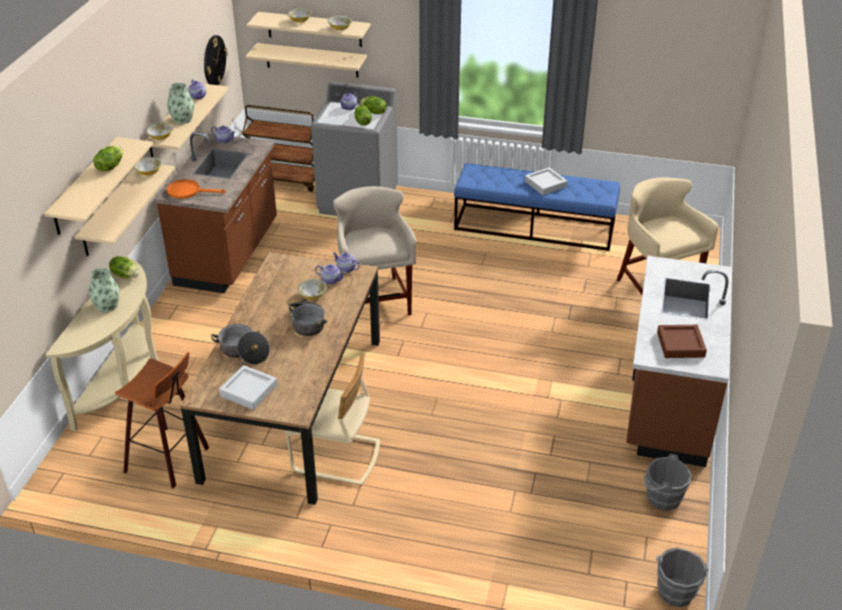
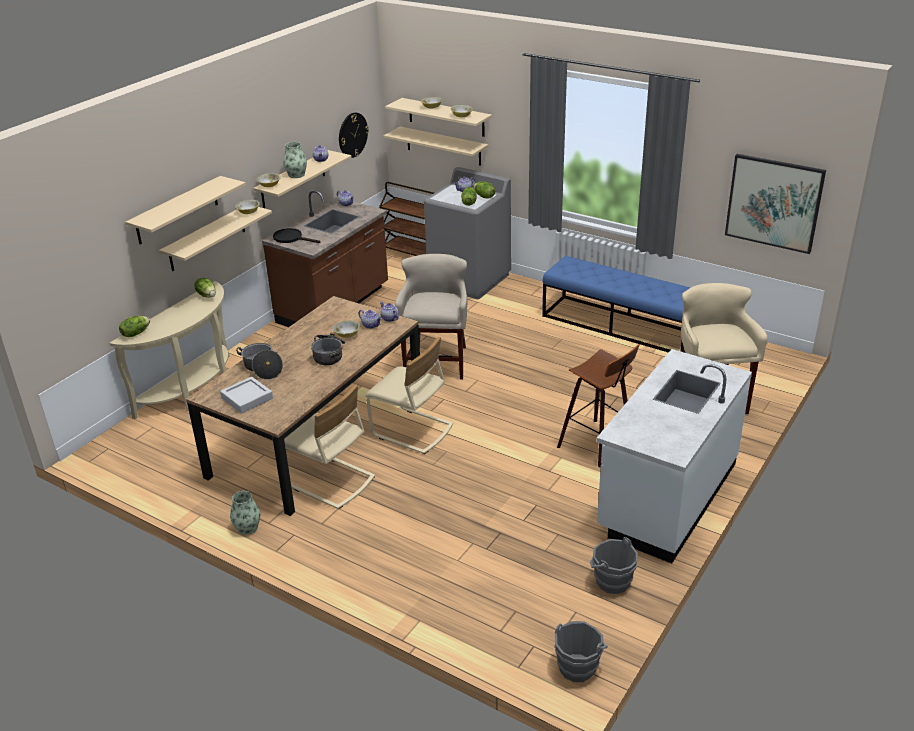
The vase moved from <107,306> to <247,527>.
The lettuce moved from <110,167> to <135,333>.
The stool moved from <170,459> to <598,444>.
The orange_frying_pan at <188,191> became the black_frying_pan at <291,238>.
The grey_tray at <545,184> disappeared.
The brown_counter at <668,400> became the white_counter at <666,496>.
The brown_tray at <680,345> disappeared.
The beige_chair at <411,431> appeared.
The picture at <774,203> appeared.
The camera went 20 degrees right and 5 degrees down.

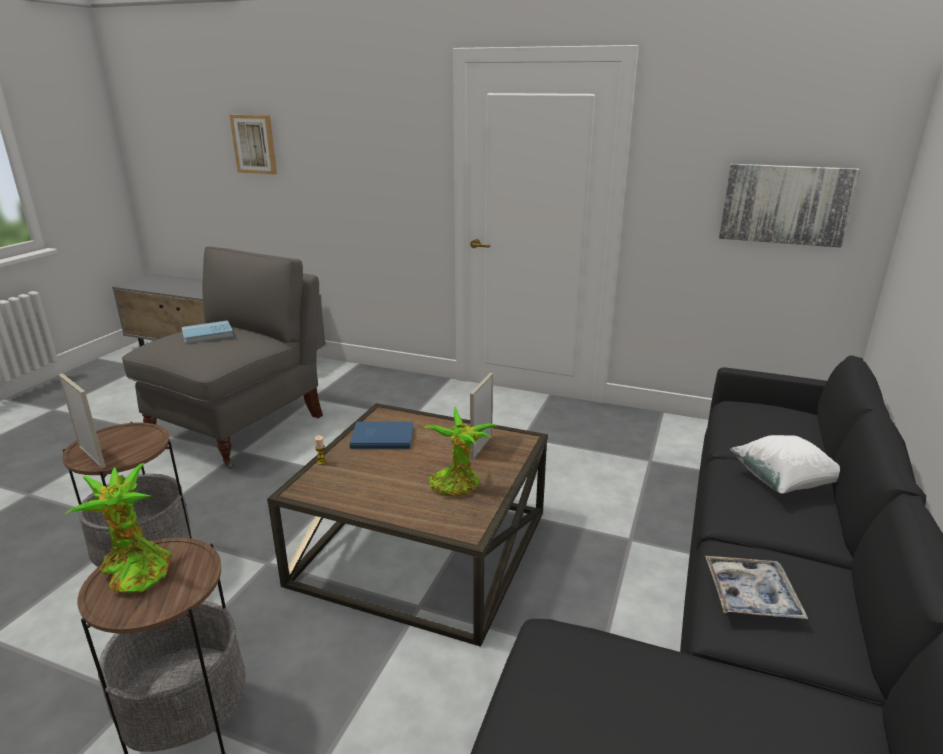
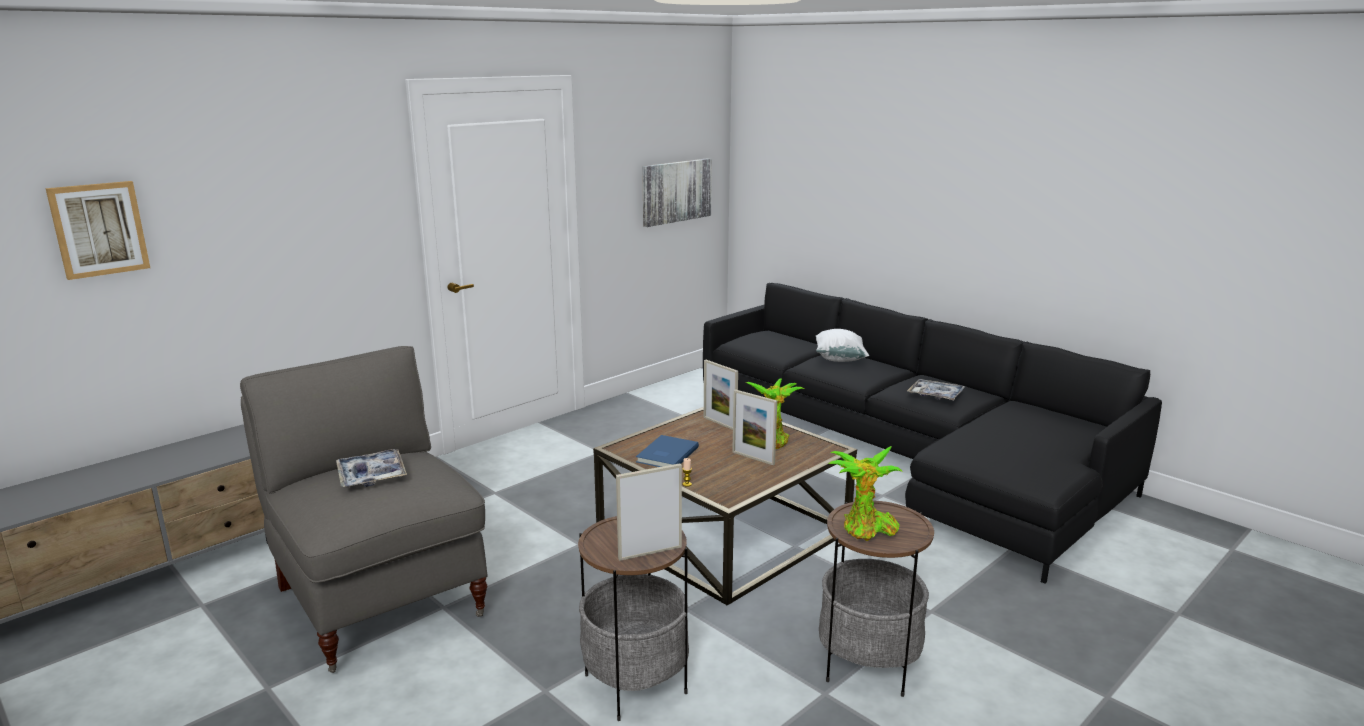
The blue_book at <207,334> was replaced by the tray at <372,475>.
The picture_frame at <753,458> appeared.
The camera went 65 degrees left and 5 degrees down.

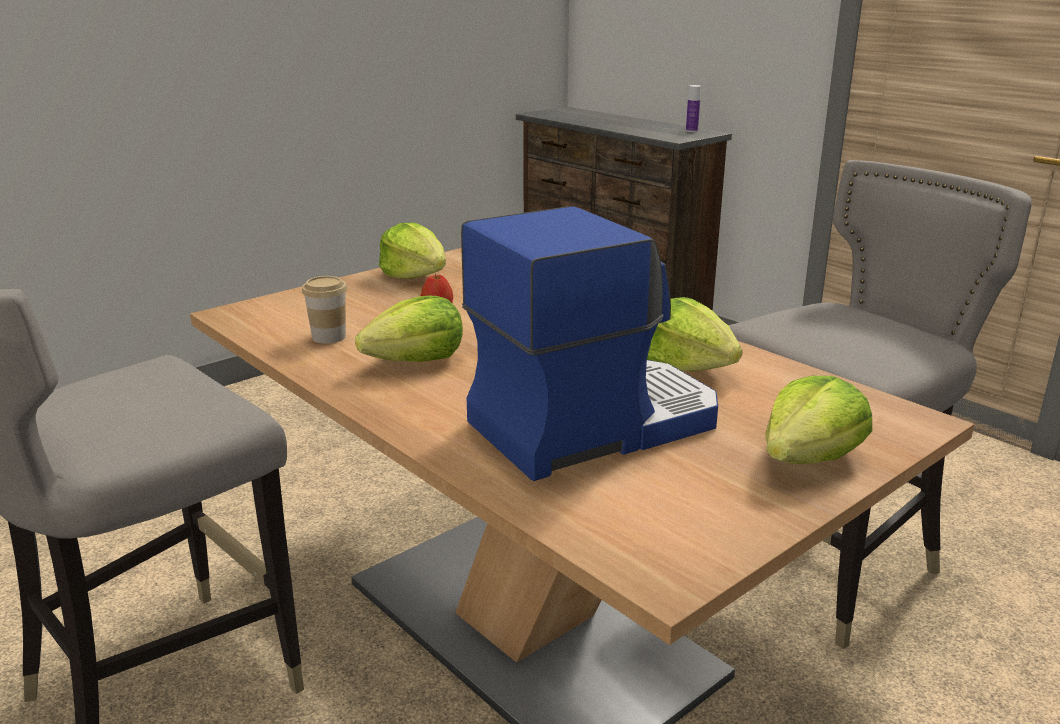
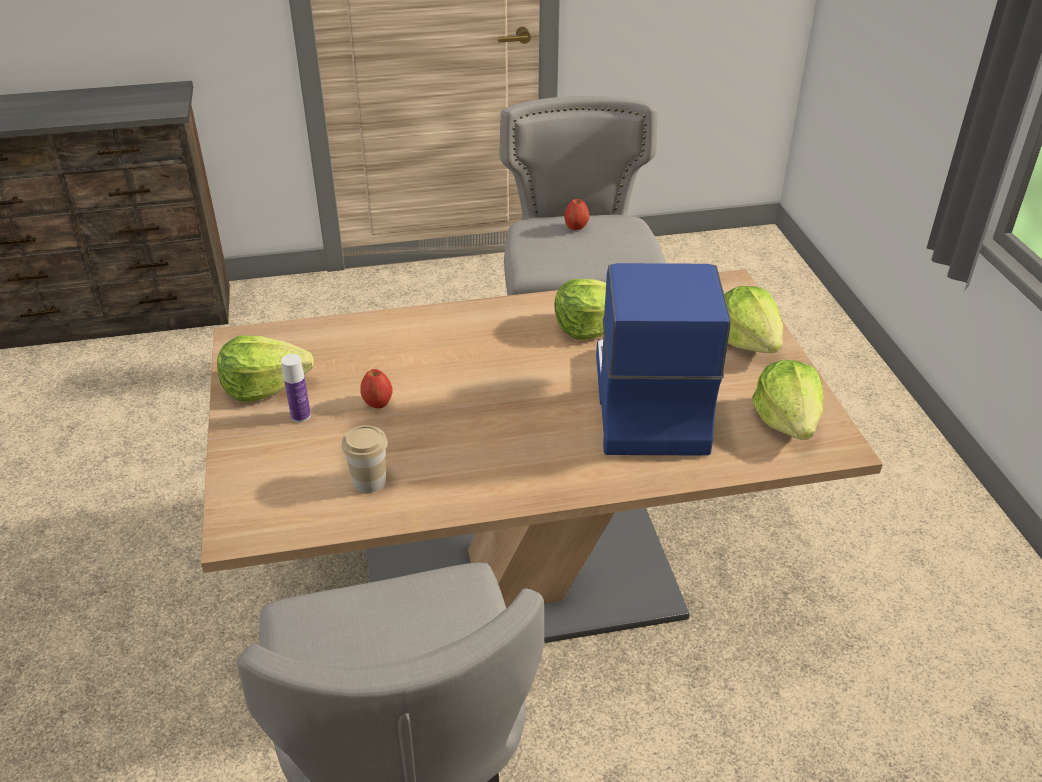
The lettuce moved from <416,361> to <787,420>.
The bottle moved from <691,131> to <300,416>.
The apple at <576,228> appeared.
The camera went 60 degrees left and 15 degrees up.

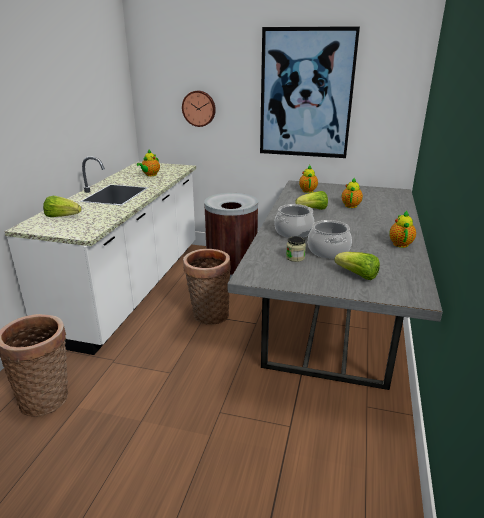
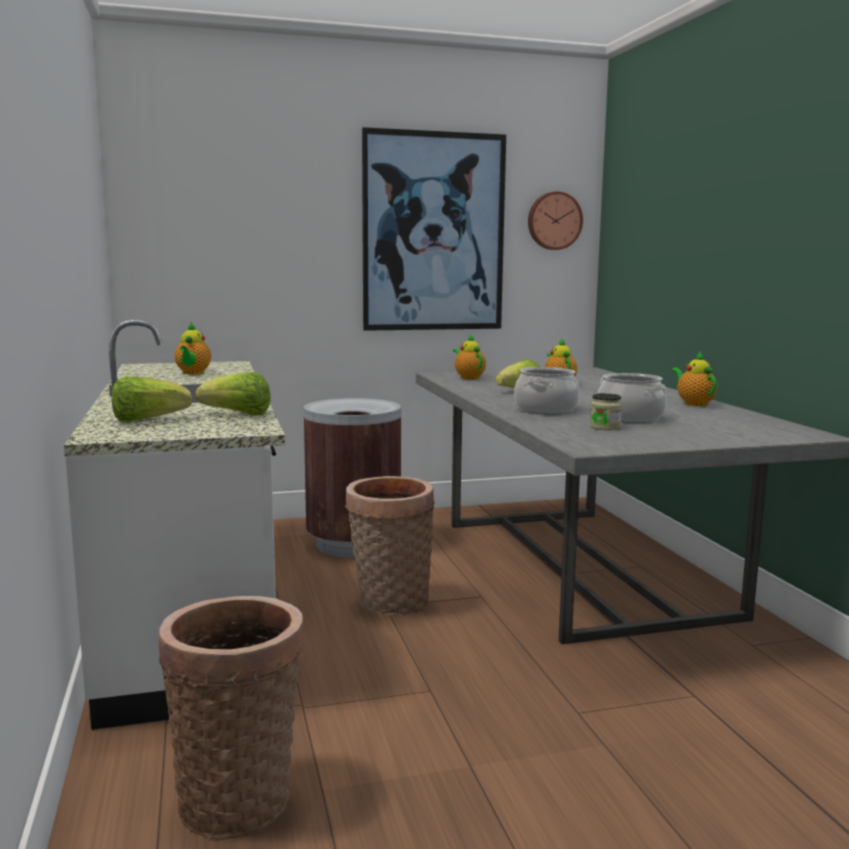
The wall_clock moved from <199,108> to <554,221>.
The lettuce moved from <357,275> to <237,415>.
The camera went 30 degrees left and 15 degrees down.

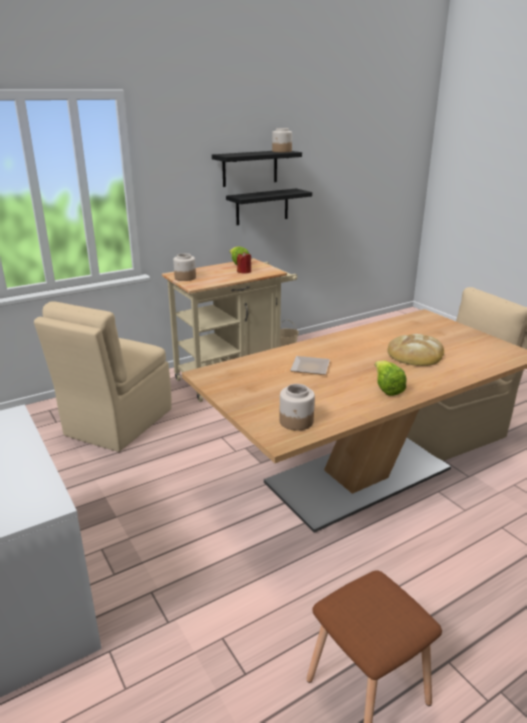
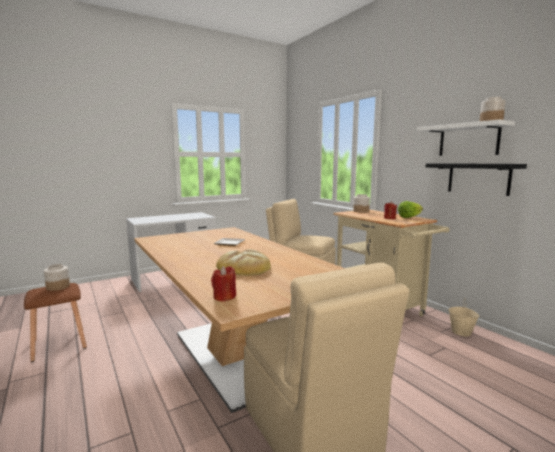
The black_shelf at <250,168> became the white_shelf at <468,140>.
The jar moved from <296,421> to <57,287>.
The lettuce at <386,388> disappeared.
The red_candle at <224,297> appeared.
The camera went 90 degrees right and 15 degrees down.

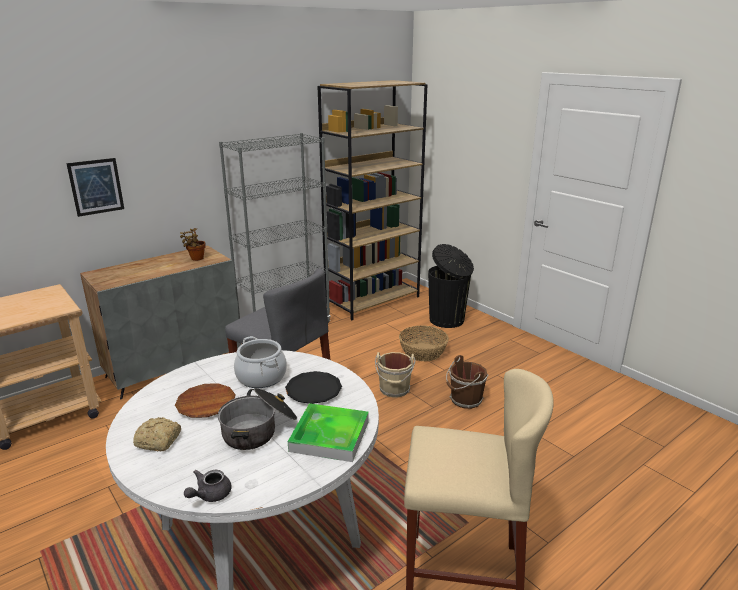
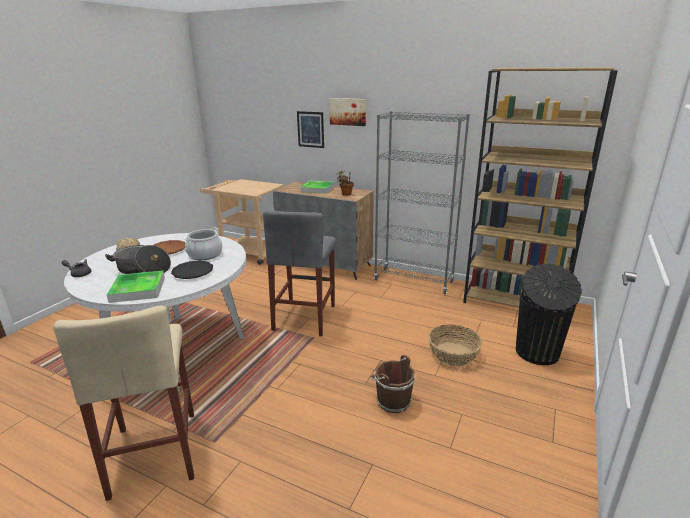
The beige_bucket at <394,390> disappeared.
The tray at <317,189> appeared.
The picture at <348,111> appeared.
The camera went 65 degrees right and 0 degrees up.

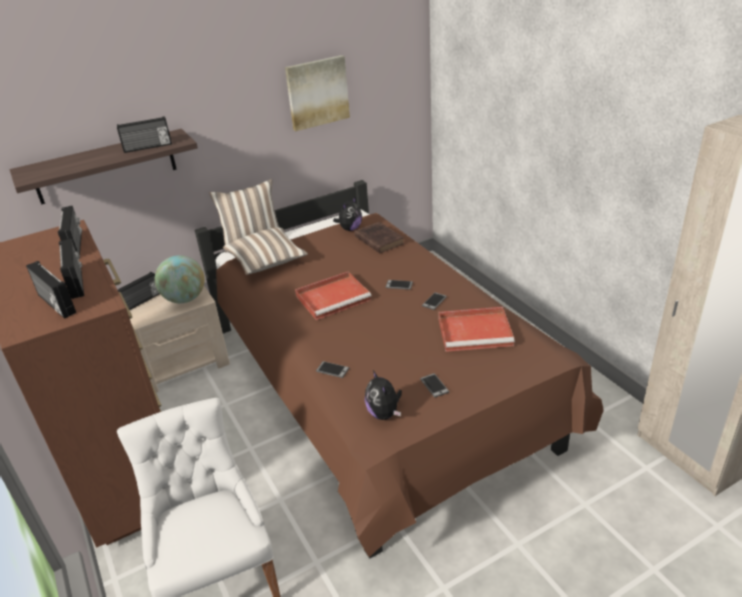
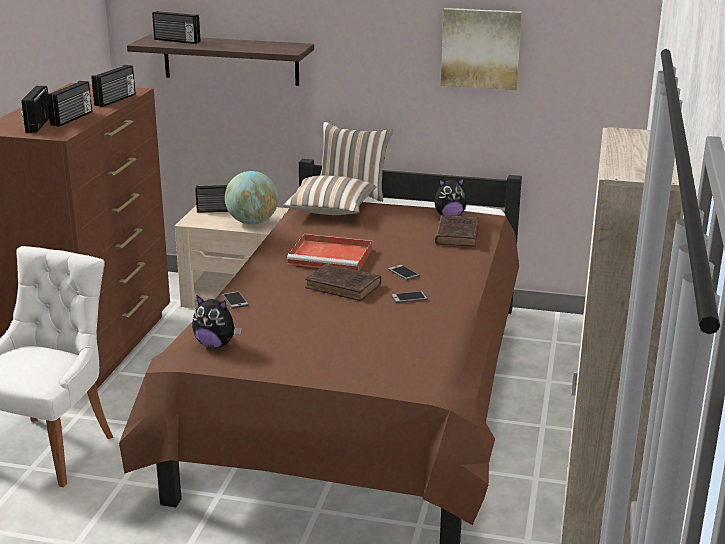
The radio moved from <148,147> to <176,41>.
The plush_toy at <384,413> turned 90 degrees counterclockwise.
The phone at <434,385> disappeared.
The red_tray at <476,331> disappeared.
The brown_book at <345,287> appeared.
The camera went 40 degrees right and 10 degrees down.

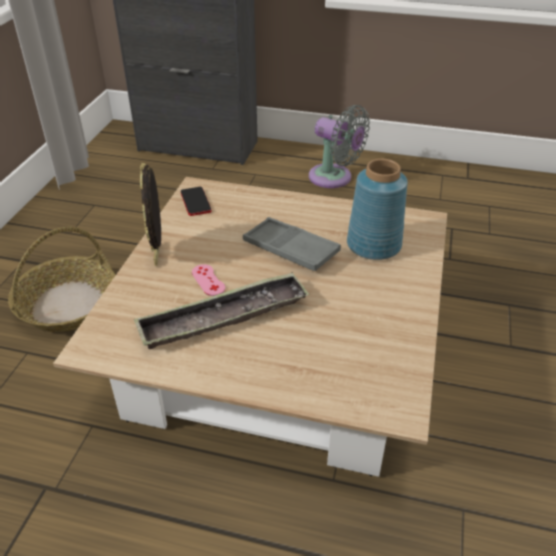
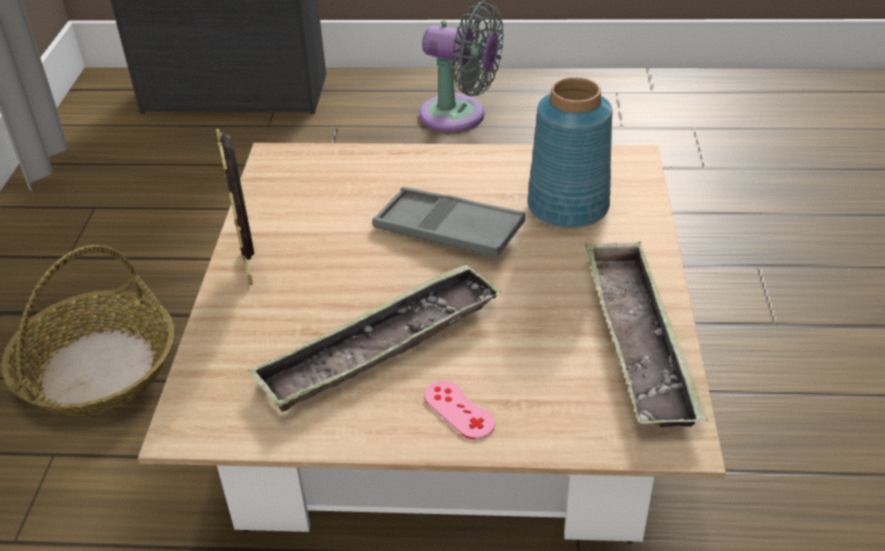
The phone at <195,202> disappeared.
The pink_game_controller moved from <208,280> to <459,410>.
The tray at <637,339> appeared.
The camera went 10 degrees left and 0 degrees up.

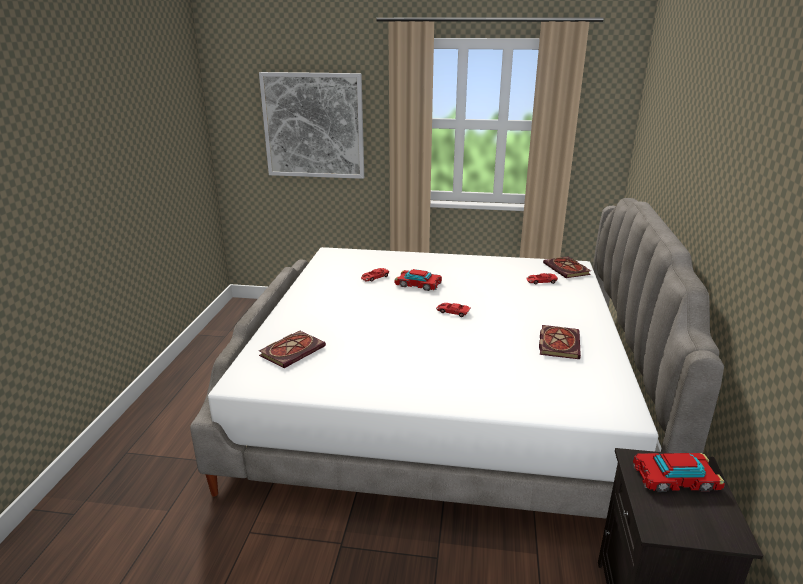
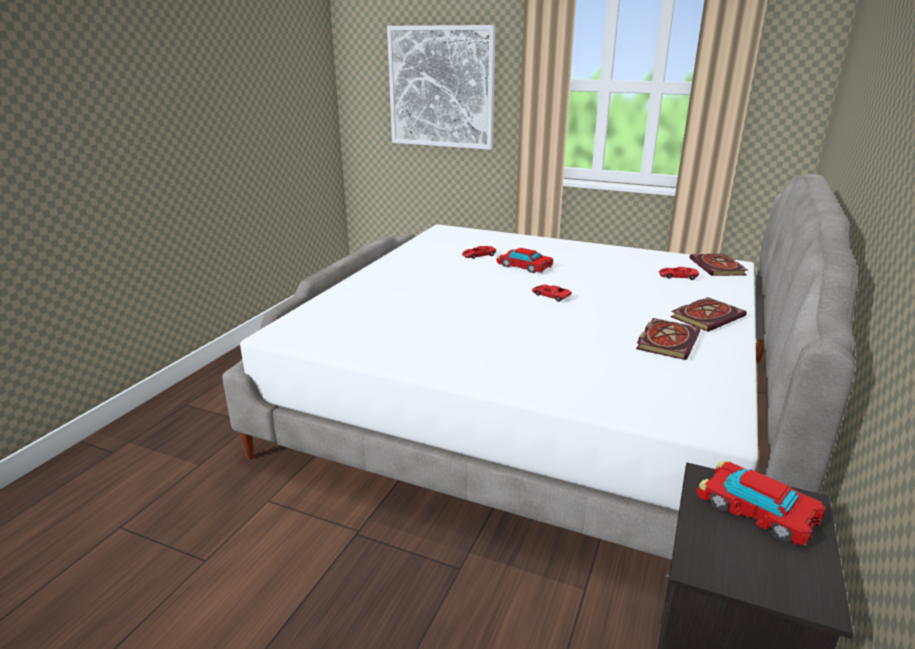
The book moved from <293,350> to <707,316>.
The toy_car at <675,477> turned 150 degrees counterclockwise.
The camera went 15 degrees right and 0 degrees up.

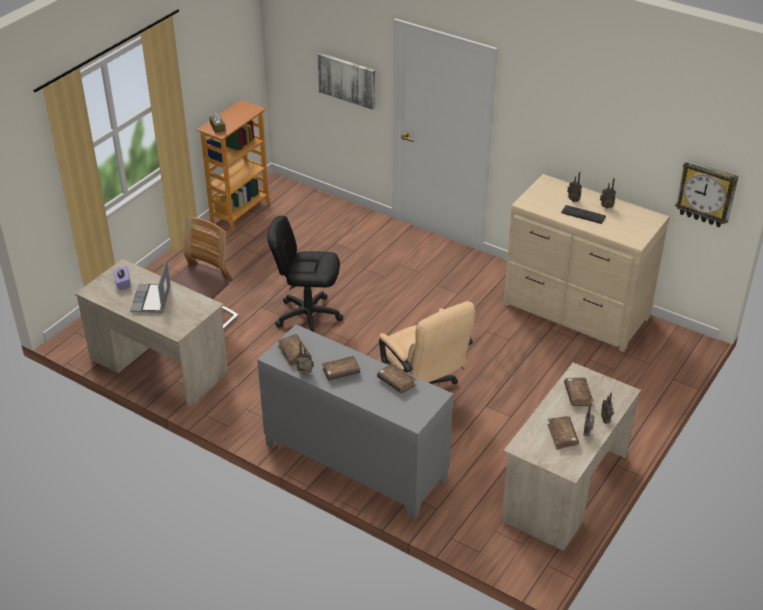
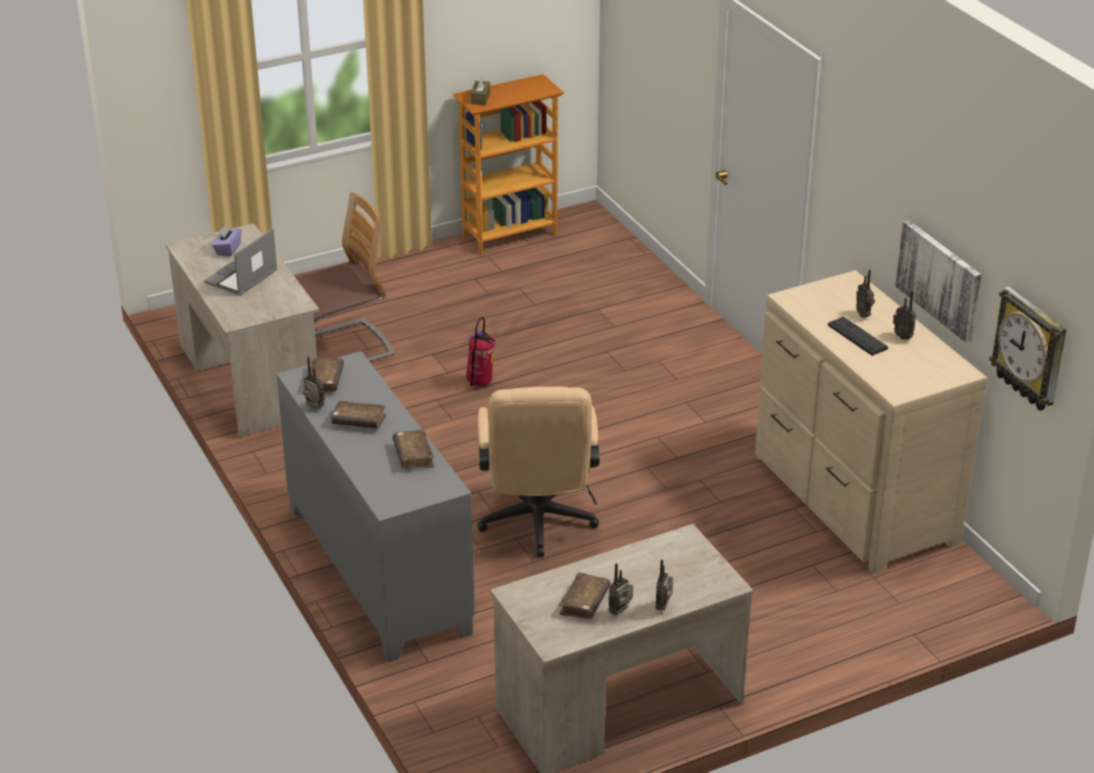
The black_office_chair at <308,316> was replaced by the fire_extinguisher at <480,384>.
The picture moved from <347,80> to <940,279>.
The brown_book at <577,395> disappeared.
The camera went 30 degrees right and 5 degrees down.

